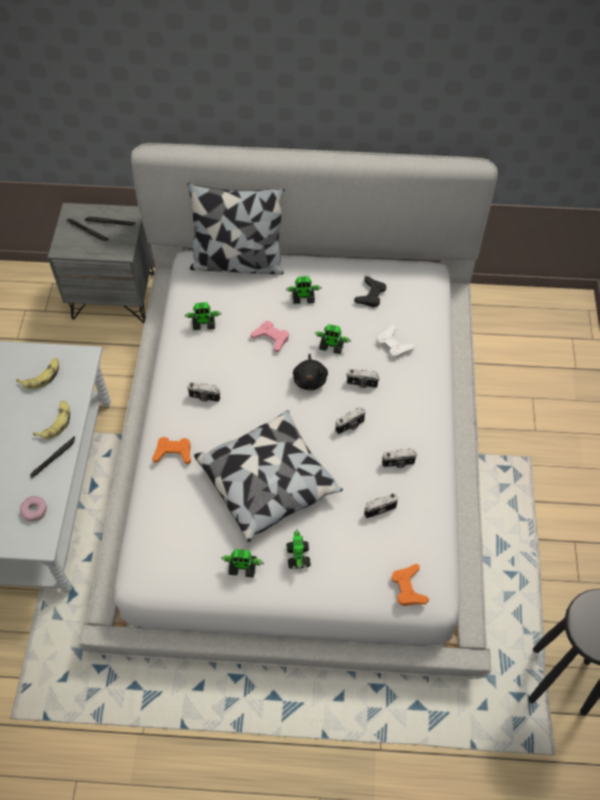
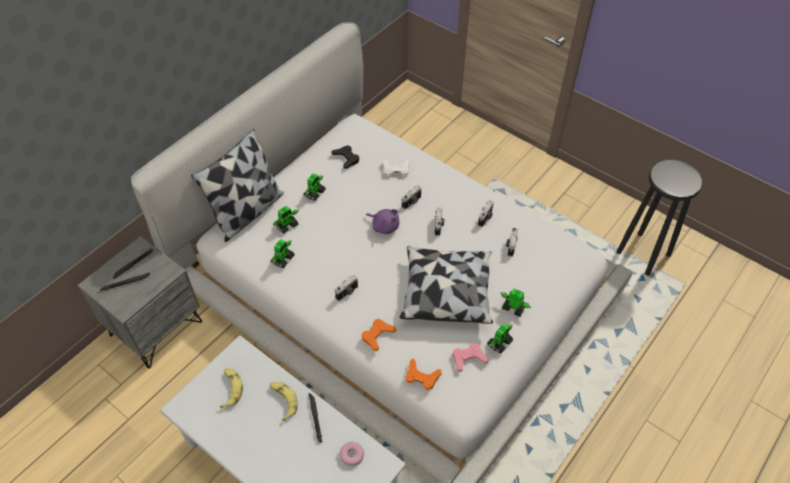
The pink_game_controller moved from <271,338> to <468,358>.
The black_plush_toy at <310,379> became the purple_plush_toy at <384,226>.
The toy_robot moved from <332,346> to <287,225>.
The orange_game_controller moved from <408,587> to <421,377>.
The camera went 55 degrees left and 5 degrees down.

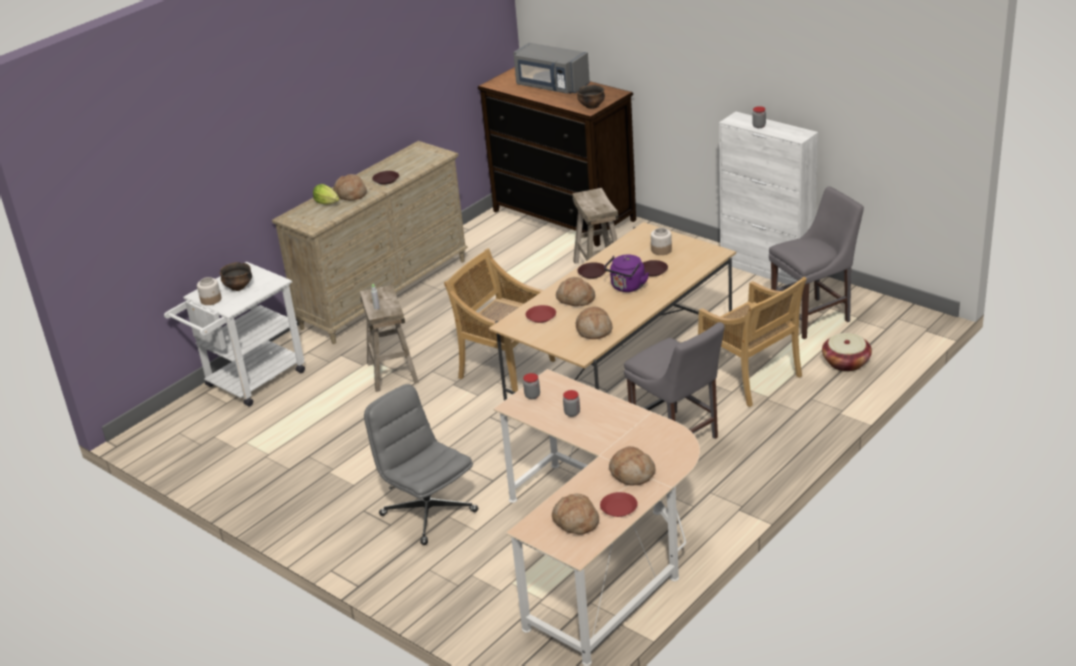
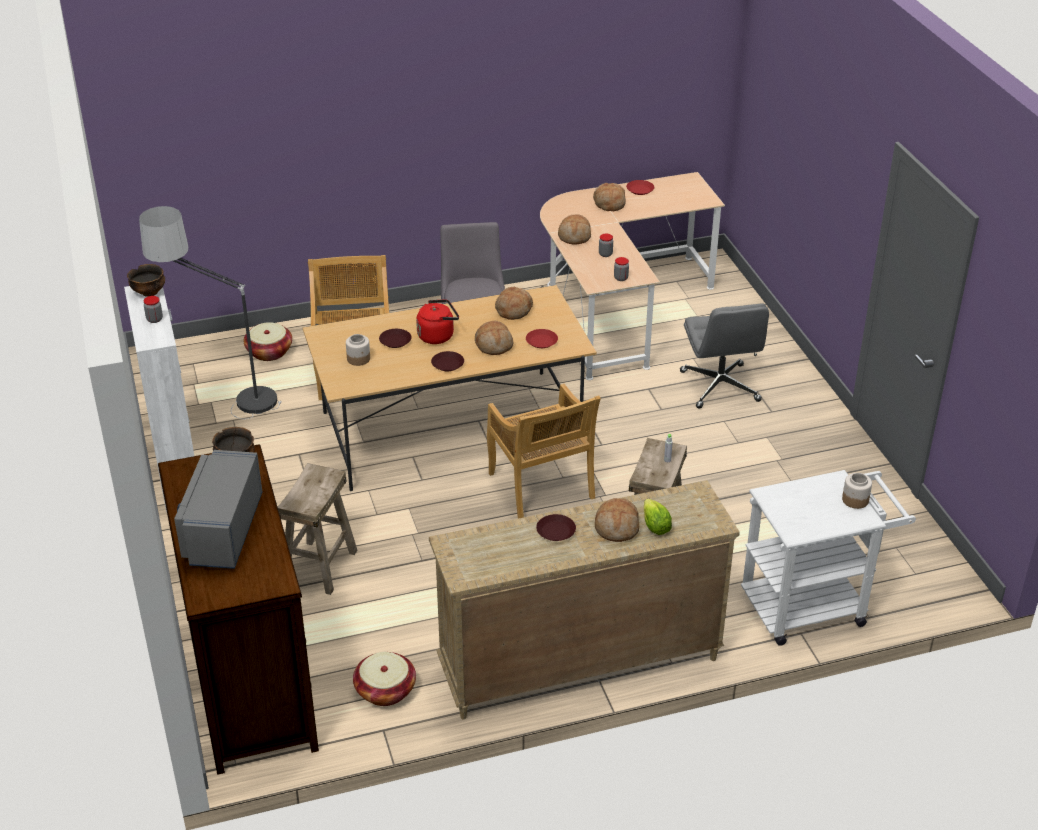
The bowl moved from <238,287> to <149,292>.
The grey_microwave at <551,86> turned 150 degrees counterclockwise.
The bread moved from <575,521> to <574,236>.
The purple_kettle at <627,287> became the red_kettle at <438,335>.
The grey_chair at <814,317> was replaced by the floor_lamp at <224,402>.
The basket at <385,690> appeared.
The camera went 150 degrees left and 5 degrees up.

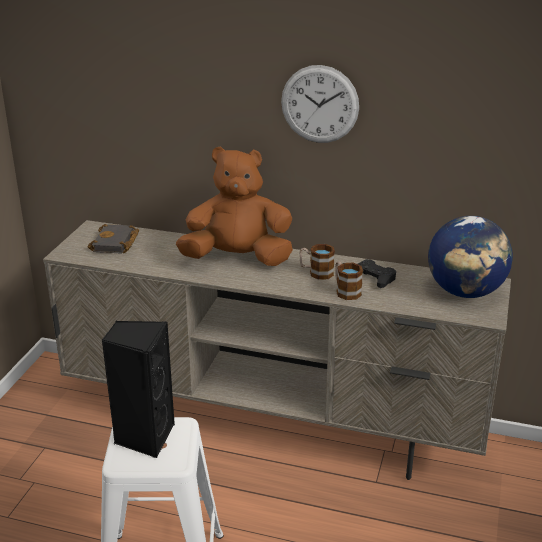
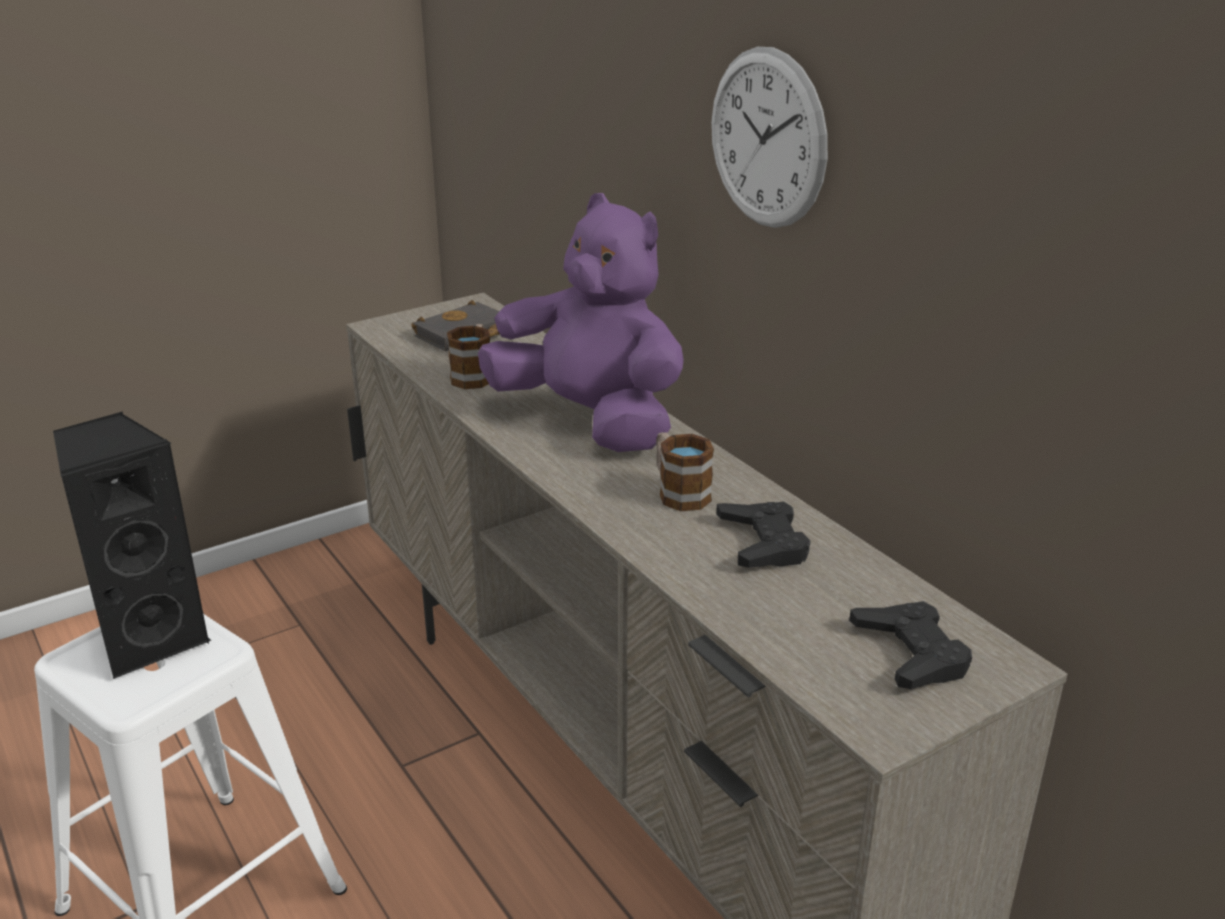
The brown_plush_toy at <237,259> became the purple_plush_toy at <590,420>.
The mug moved from <345,291> to <474,375>.
The globe at <465,292> was replaced by the black_game_controller at <911,653>.
The camera went 40 degrees right and 0 degrees up.

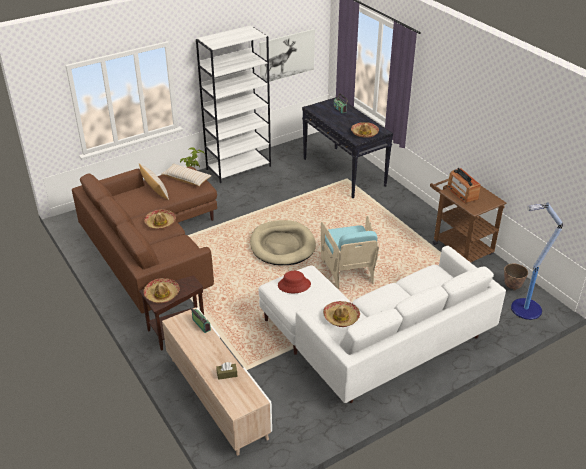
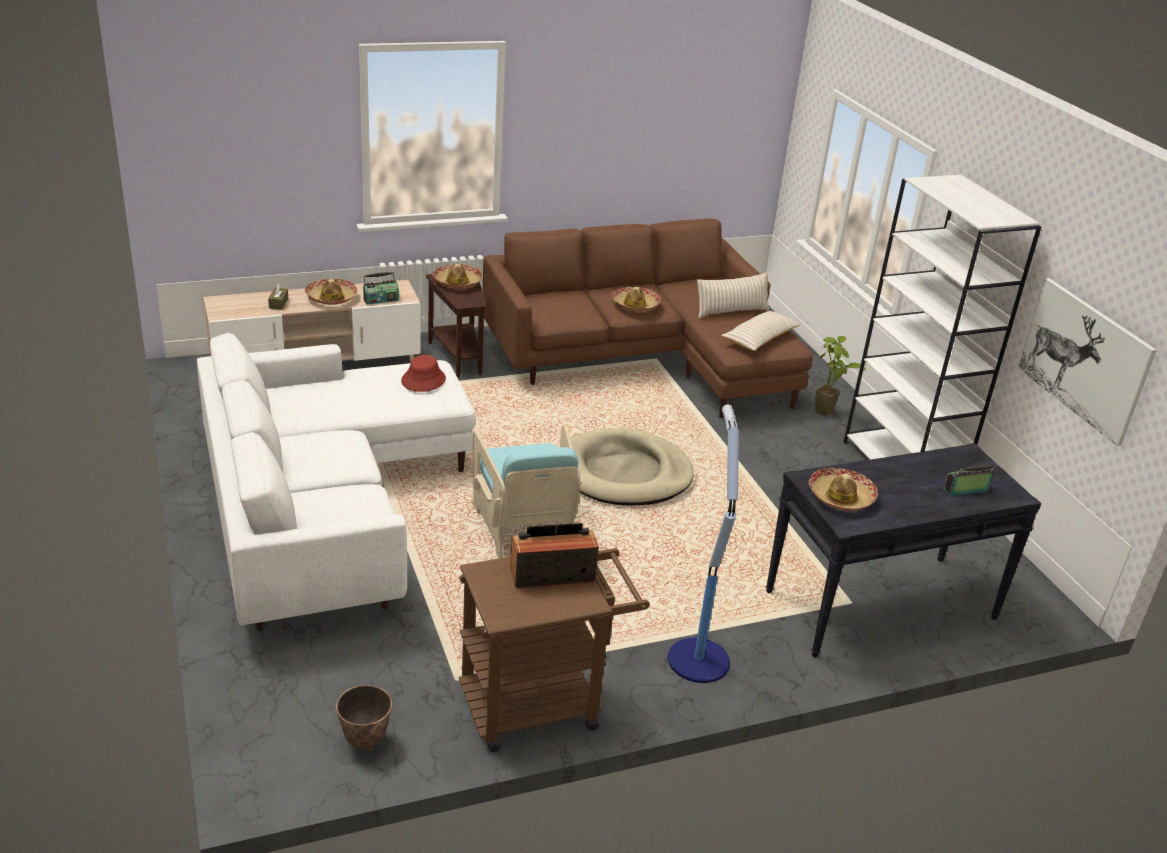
The turquoise_armchair at <348,270> turned 105 degrees counterclockwise.
The hat moved from <341,317> to <331,298>.
The floor_lamp moved from <525,309> to <698,658>.
The camera went 100 degrees right and 5 degrees down.

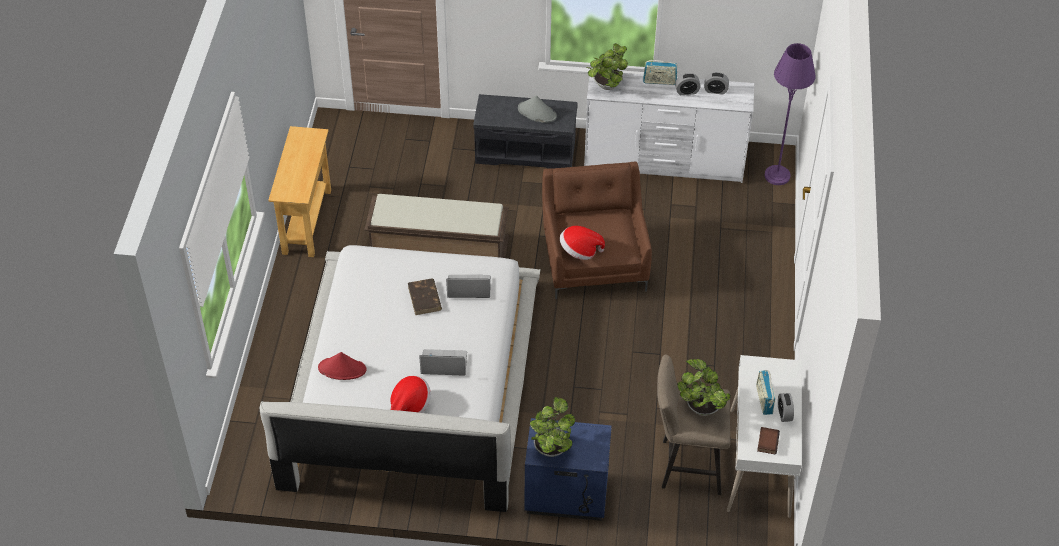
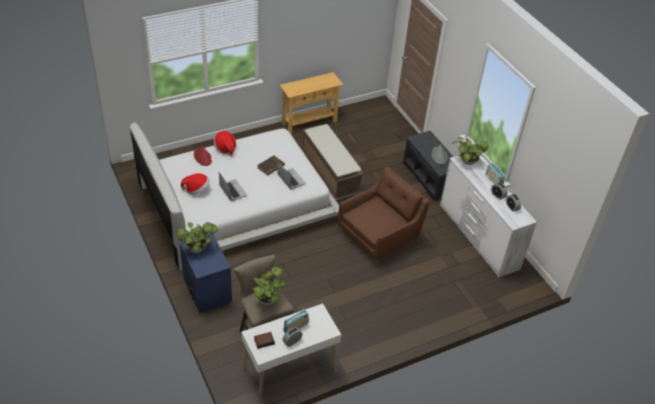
The hat moved from <579,251> to <225,148>.
The purple_floor_lamp at <777,176> disappeared.
The camera went 55 degrees right and 5 degrees down.

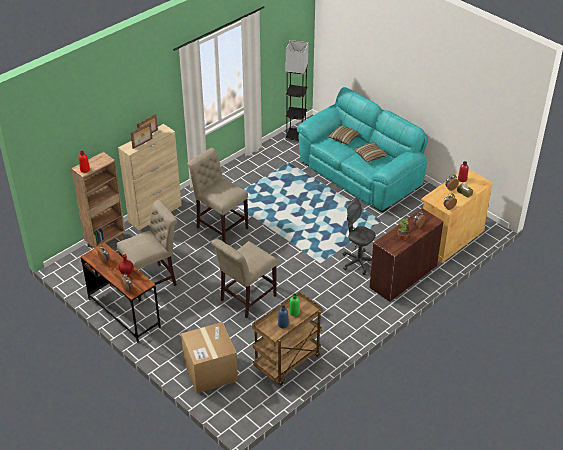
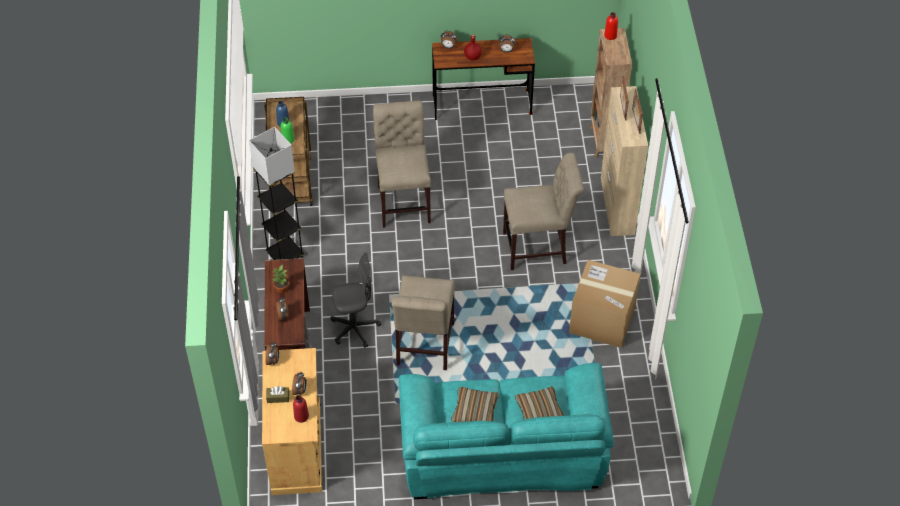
The beige_chair moved from <152,281> to <424,347>.
The cardboard_box moved from <210,371> to <602,319>.
The grey_floor_lamp moved from <296,137> to <285,255>.
The camera went 130 degrees right and 10 degrees up.

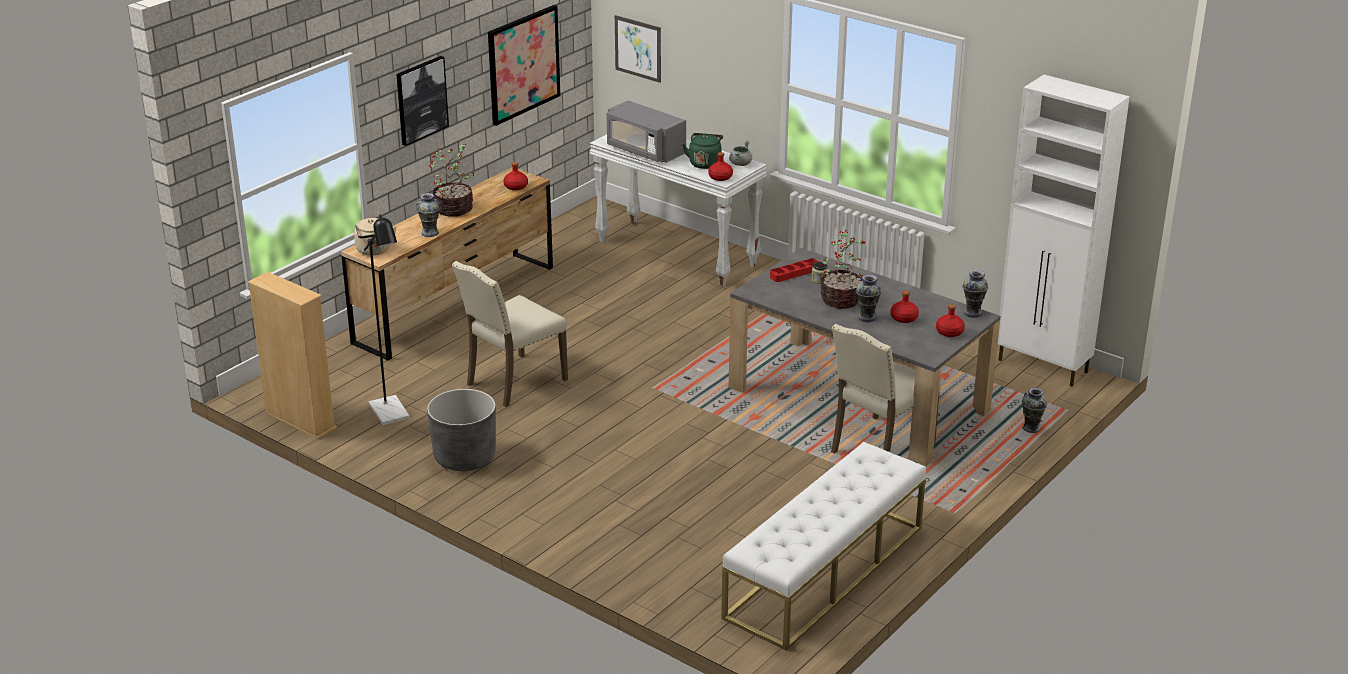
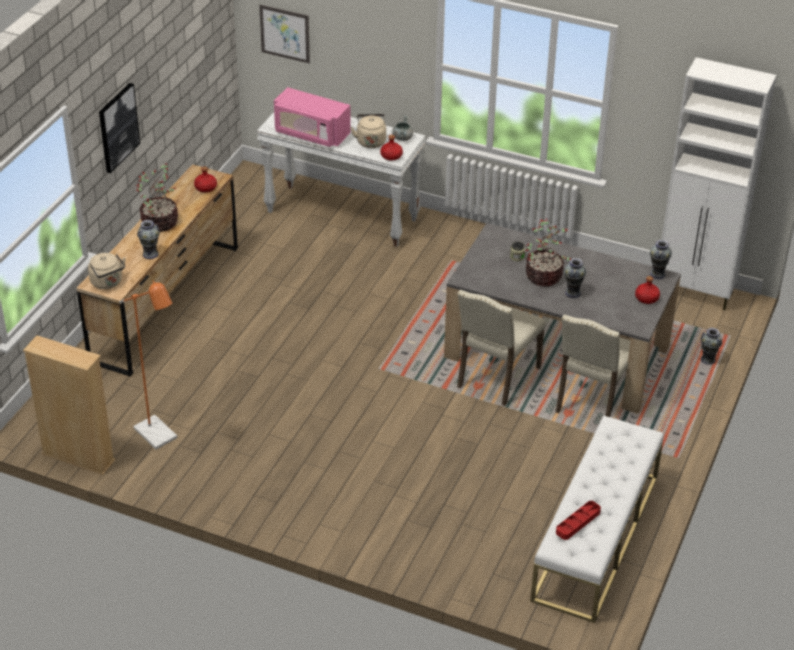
The black_floor_lamp at <392,415> became the orange_floor_lamp at <160,437>.
The grey_planter at <464,457> disappeared.
The beige_chair moved from <513,382> to <496,377>.
The picture at <523,64> disappeared.
The grey_microwave at <645,151> became the pink_microwave at <311,134>.
The green_kettle at <705,163> became the beige_kettle at <370,141>.
The red_tray moved from <794,273> to <578,522>.
The red_bottle at <904,318> disappeared.
The camera went 15 degrees left and 10 degrees up.

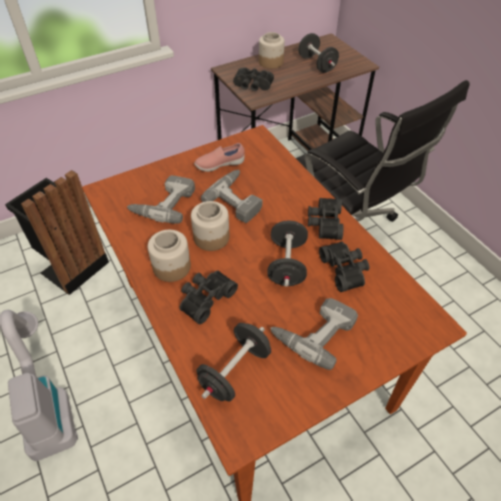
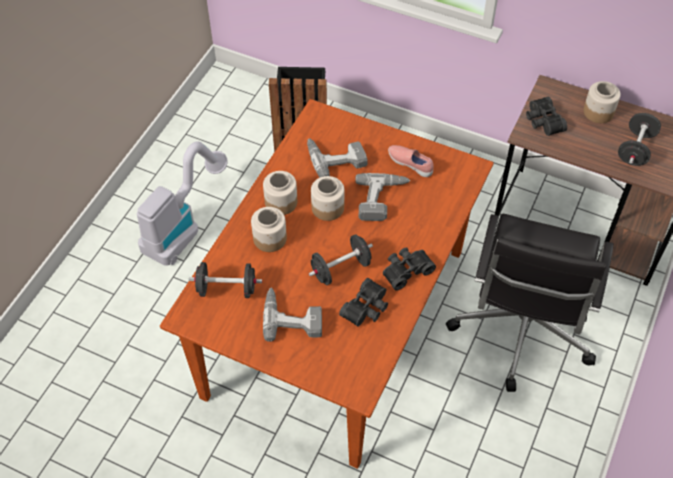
The black_binoculars at <205,298> was replaced by the jar at <270,238>.
The camera went 55 degrees right and 5 degrees up.

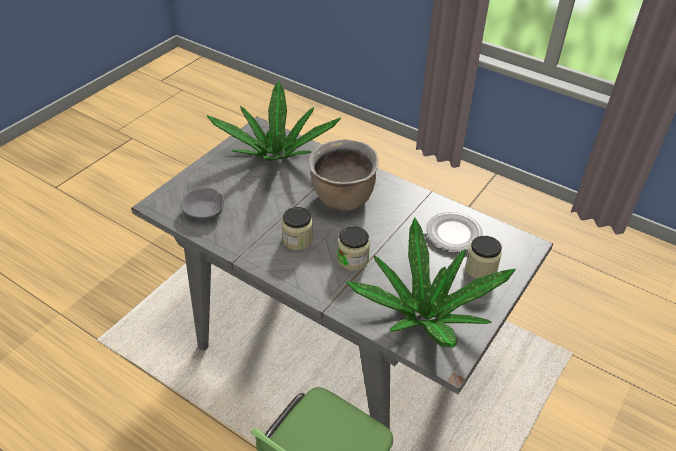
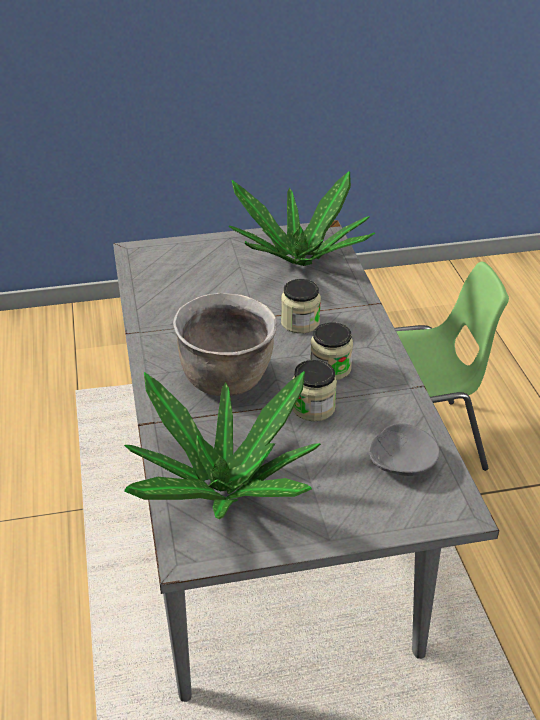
The plate at <454,233> disappeared.
The jar moved from <481,269> to <313,407>.
The camera went 135 degrees left and 5 degrees down.

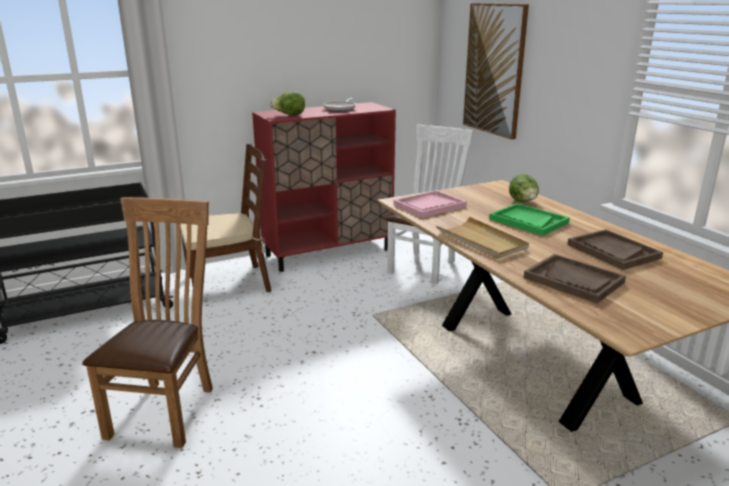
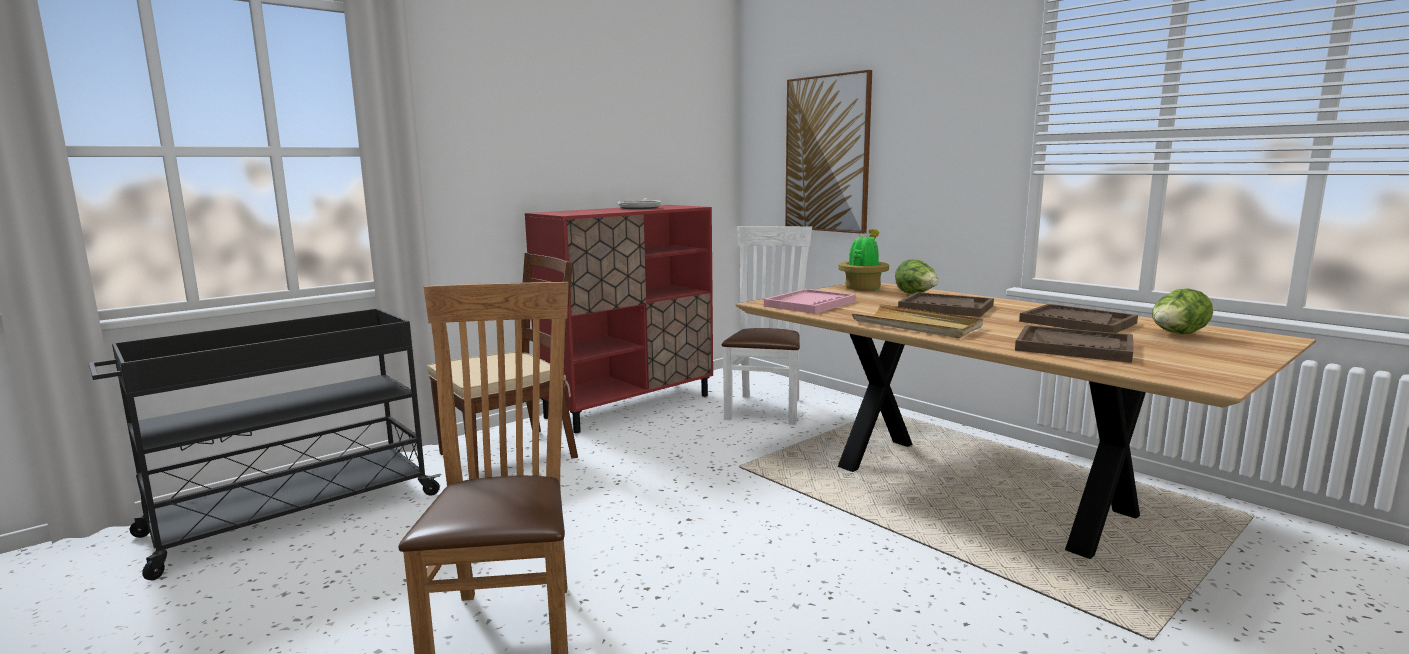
The lettuce moved from <289,115> to <1177,335>.
The green_tray at <528,221> became the brown_tray at <945,307>.
The potted_plant at <863,288> appeared.
The camera went 15 degrees left and 10 degrees down.

